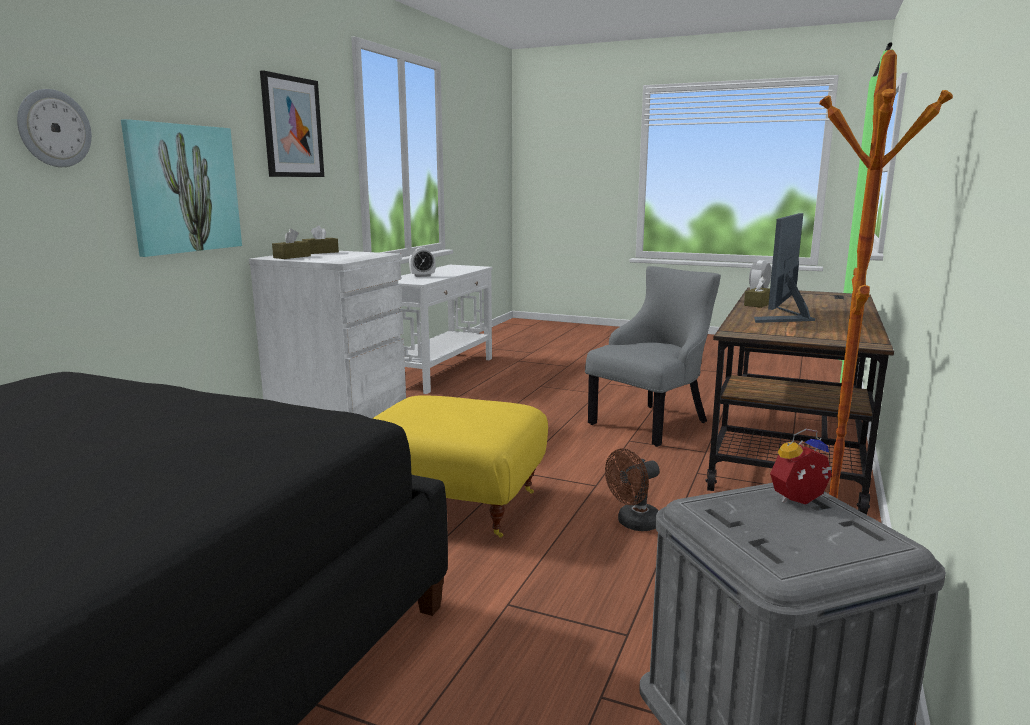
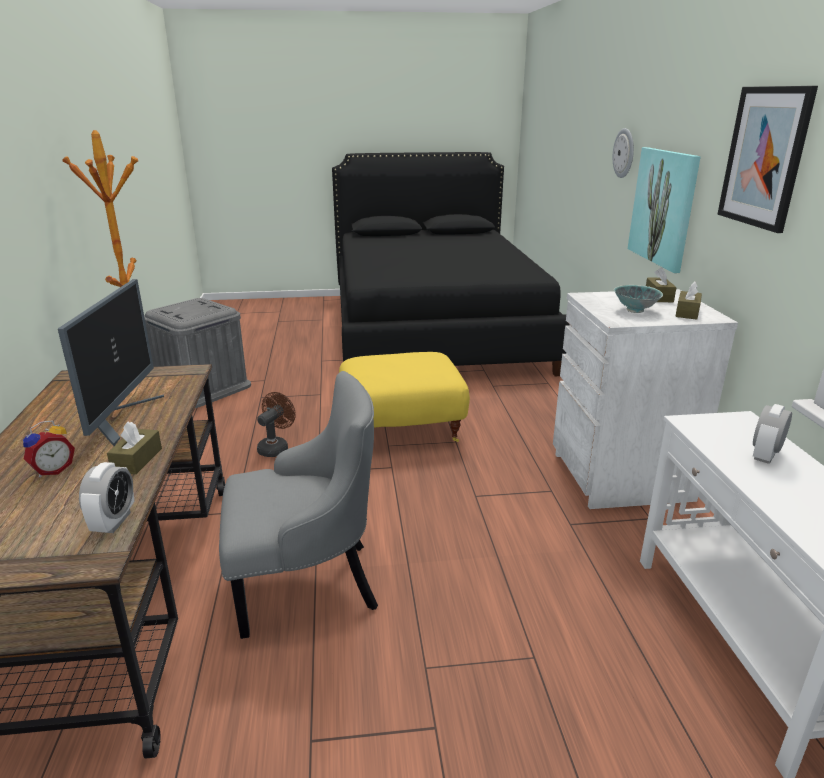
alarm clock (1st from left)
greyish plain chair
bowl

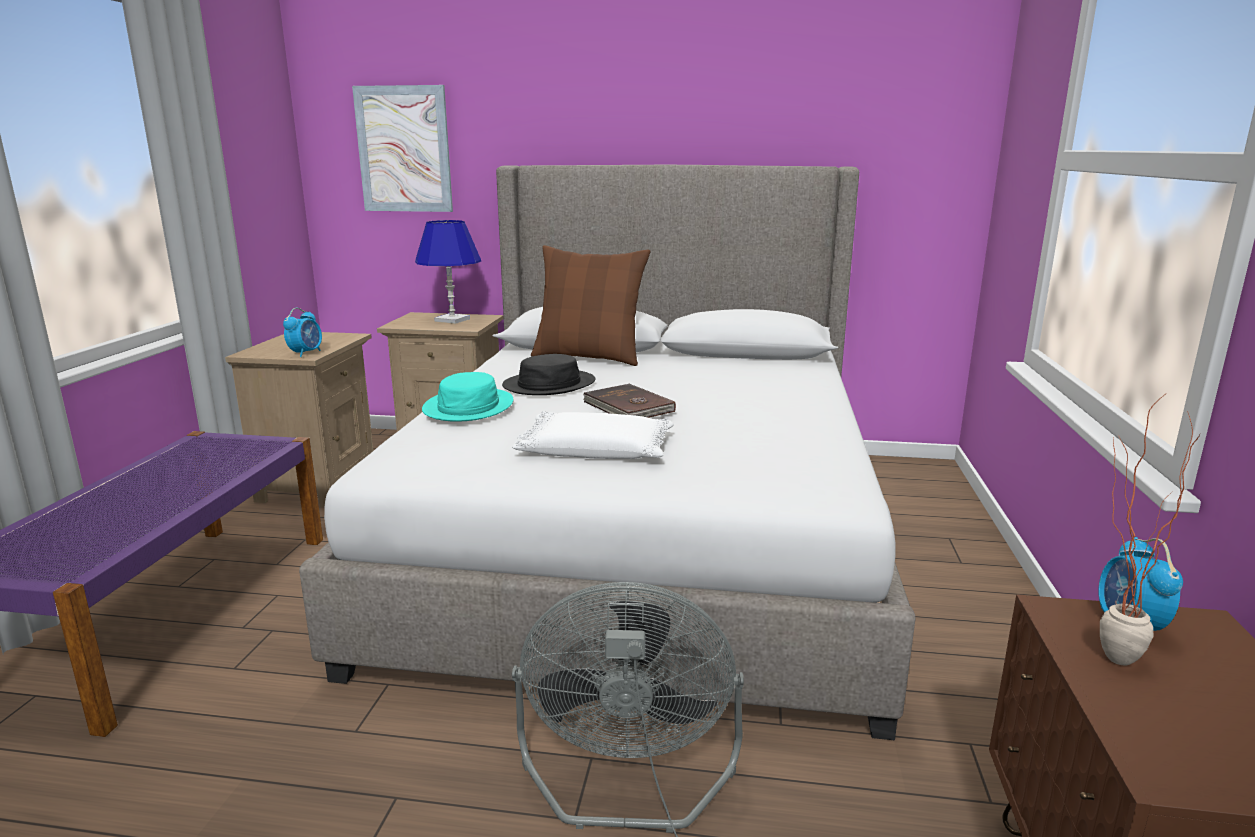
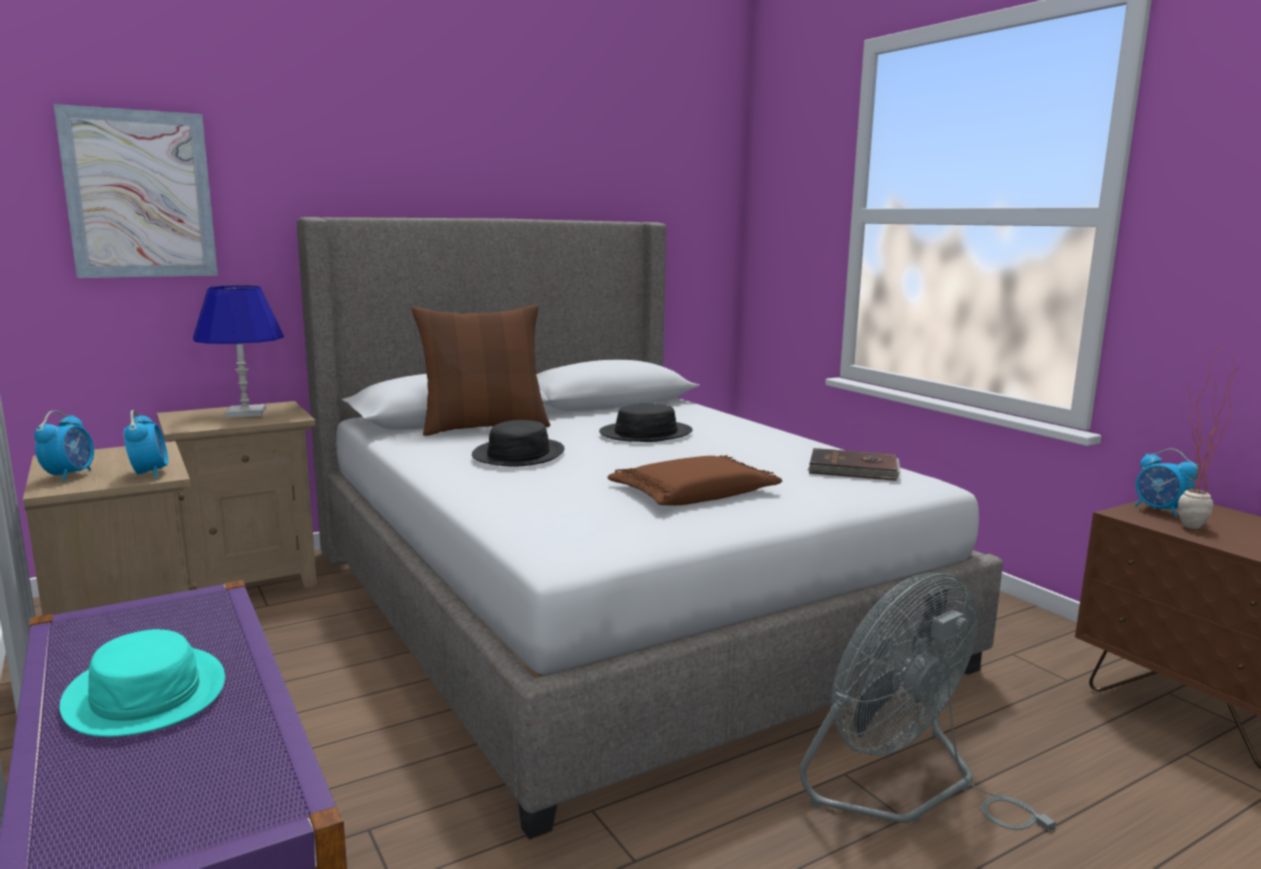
alarm clock (1st from left)
turquoise clothing hat
blackish clothing hat (2nd from left)
brown pillow (2nd from left)
brown book

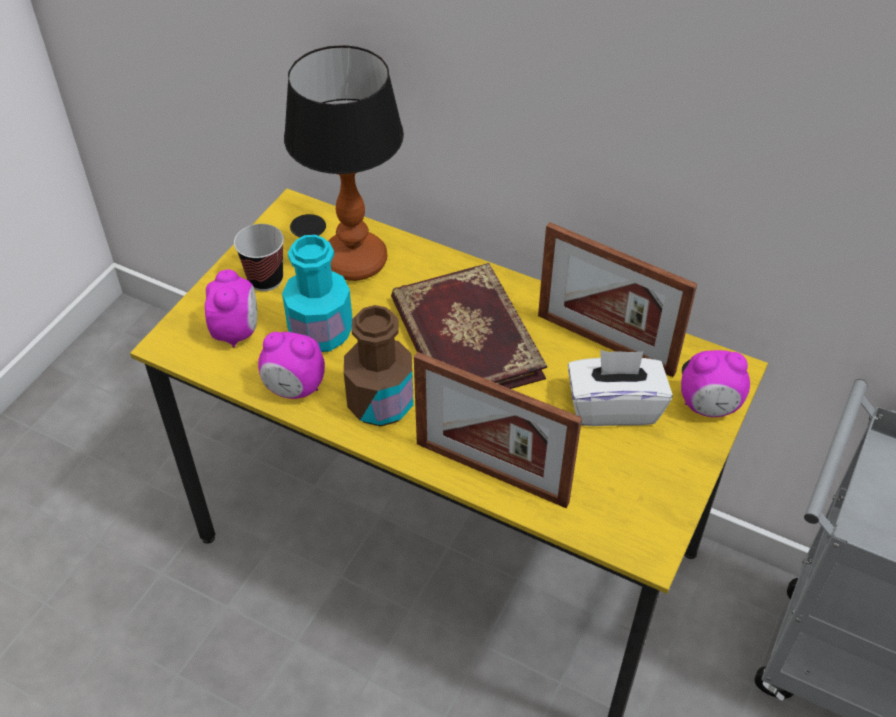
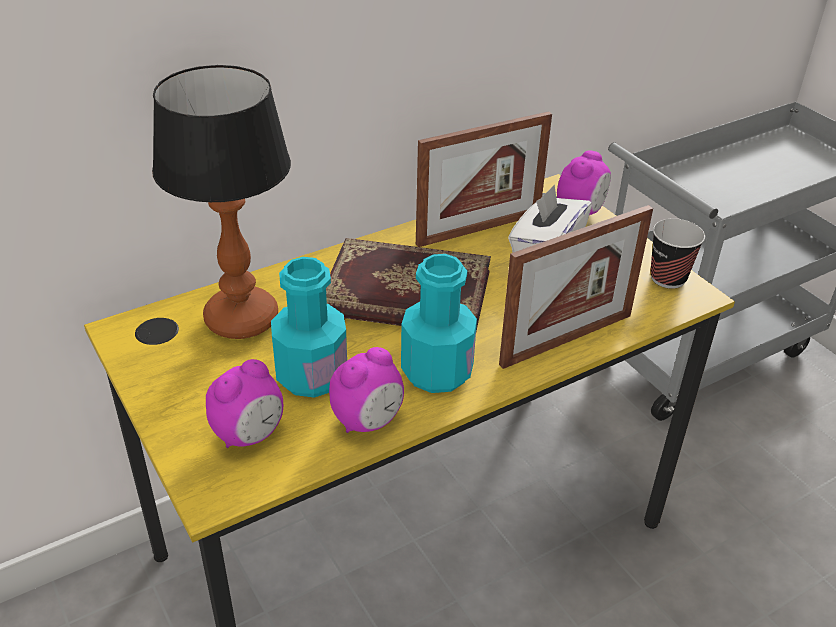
alarm clock (1st from left)
turquoise bottle (2nd from left)
small cup

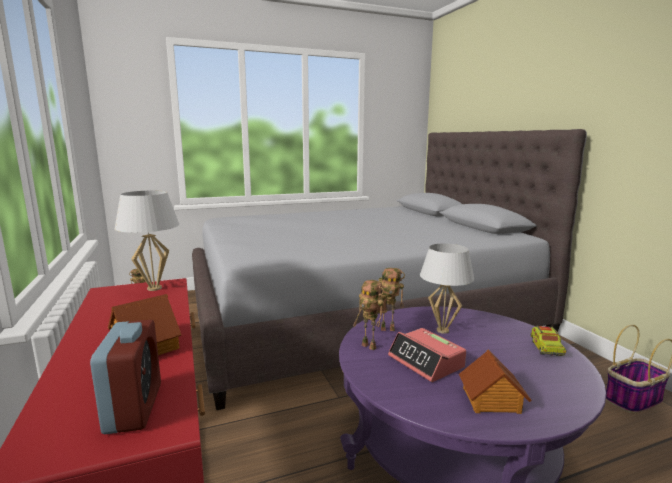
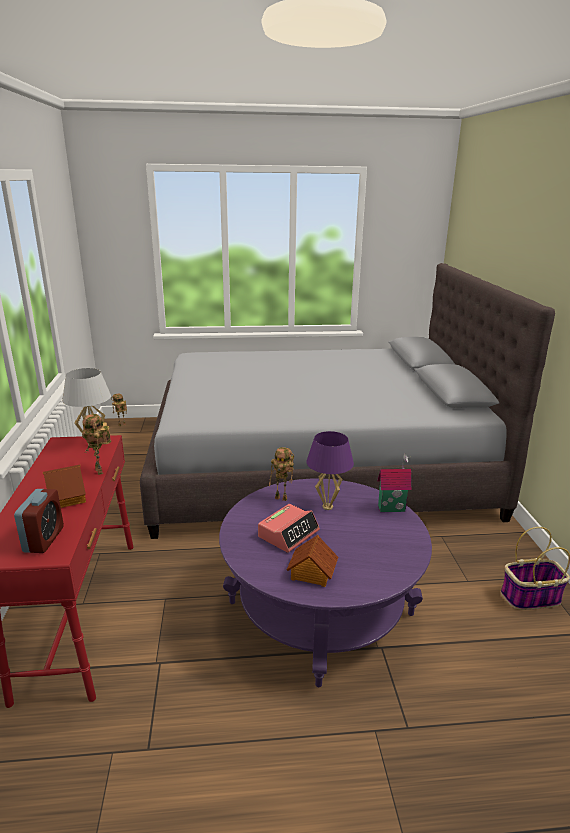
robot figure (1st from left)
alarm clock (2nd from left)
purple-coloured tabletop lamp
toy house (3rd from left)
toy lorry

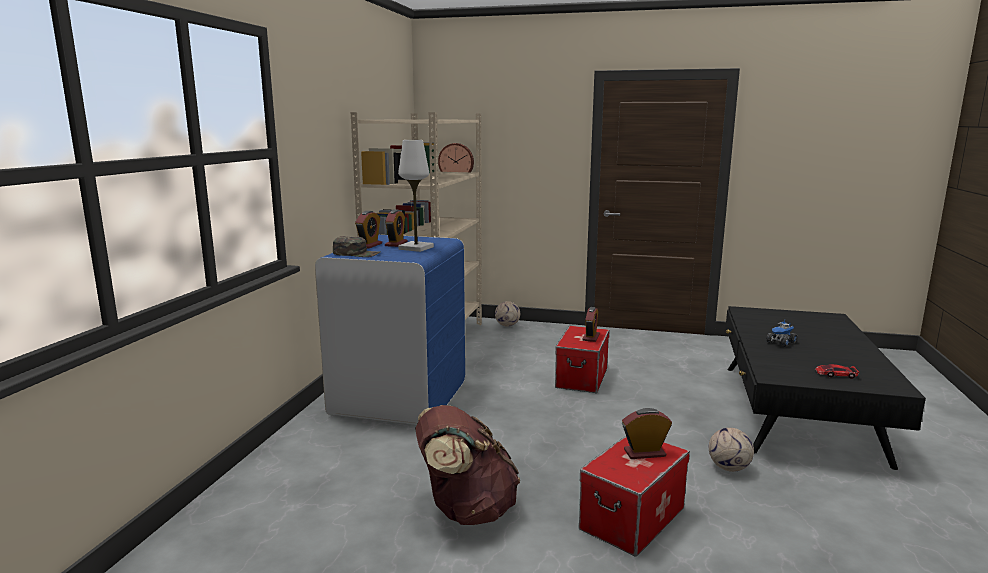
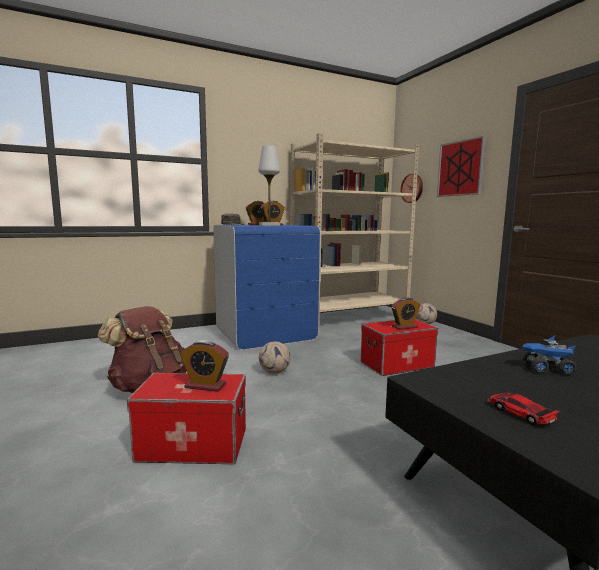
alarm clock (1st from left)
football (1st from left)
wall art

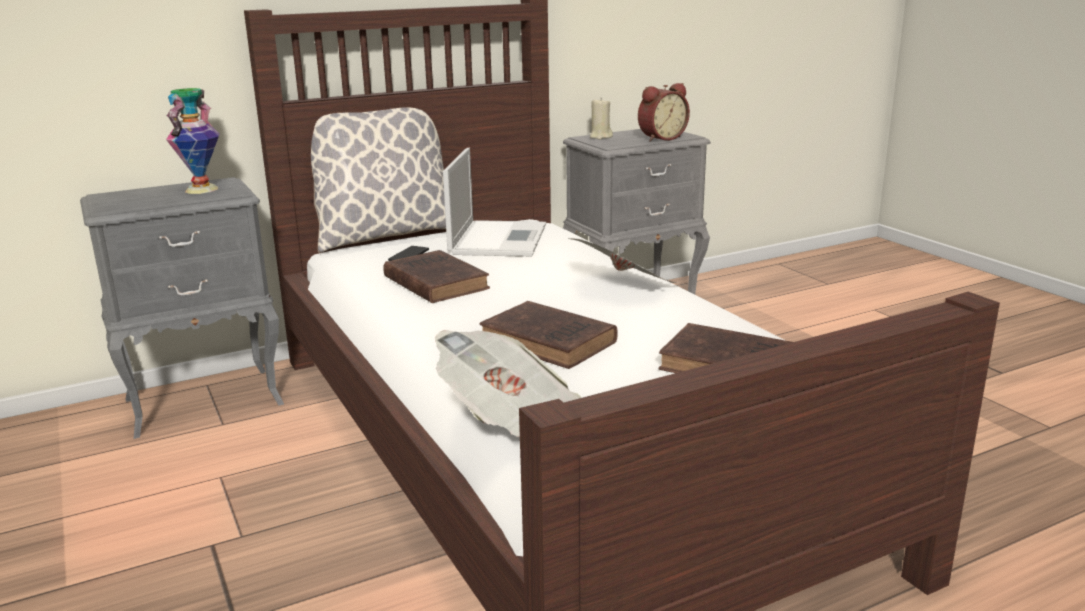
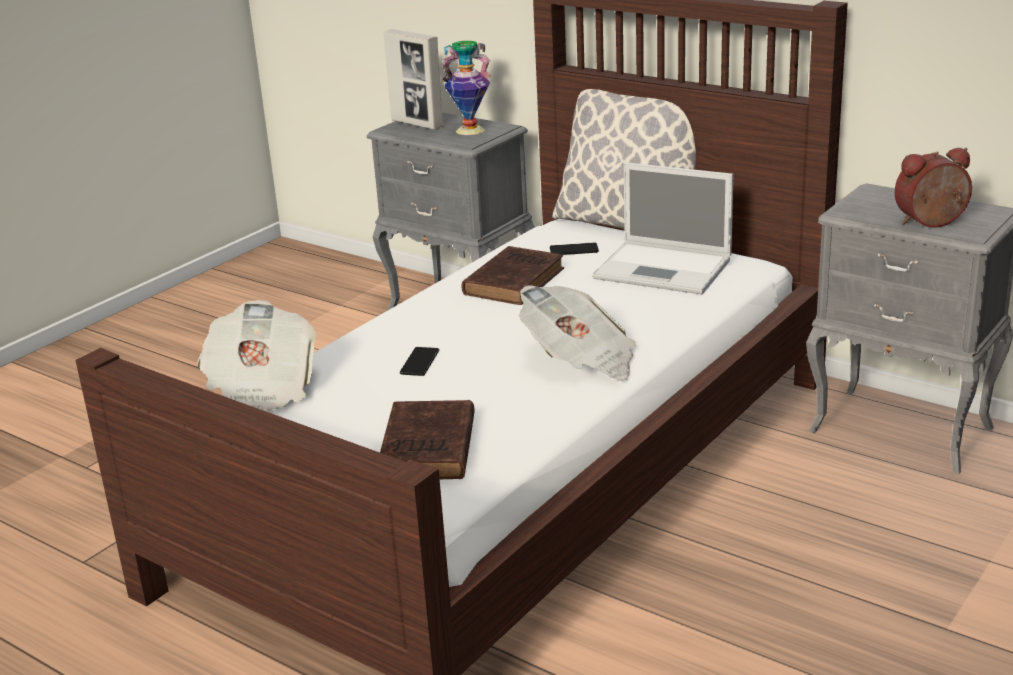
photo frame
handset (1st from left)
laptop
alarm clock
beige wax light

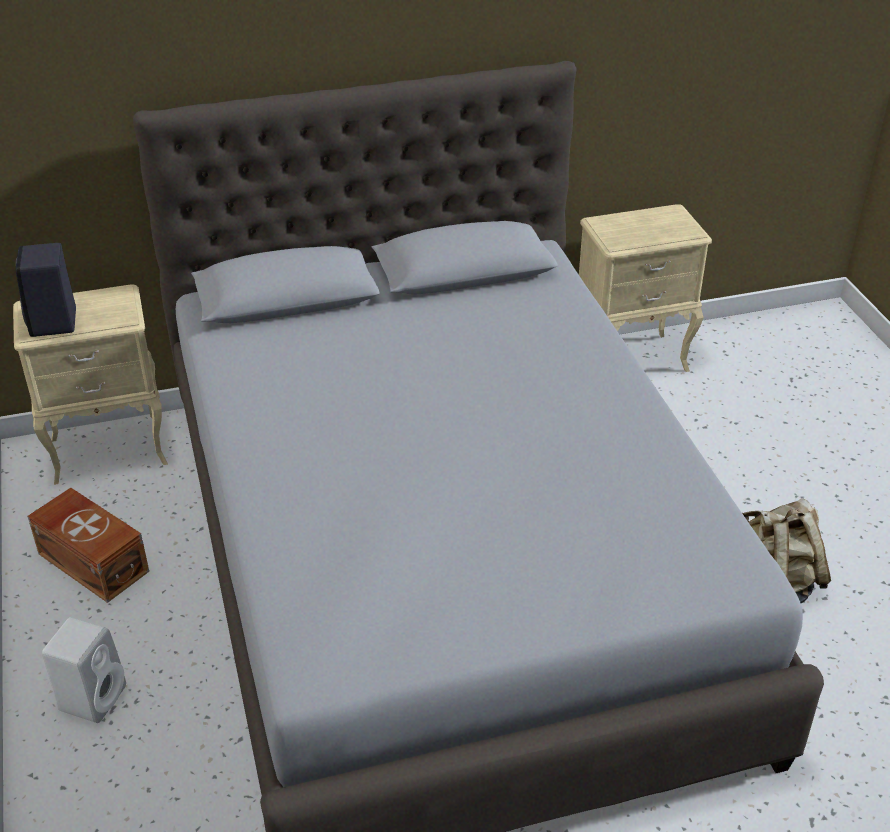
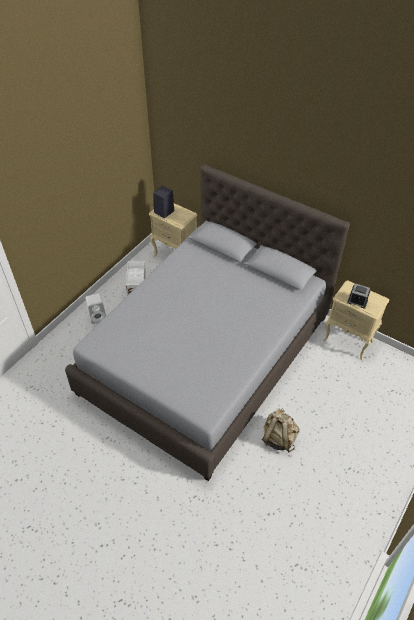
white-coloured storage container
alarm clock

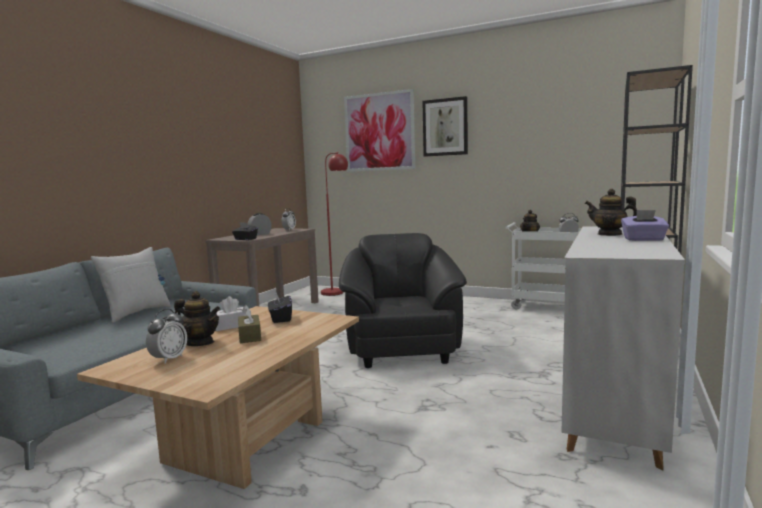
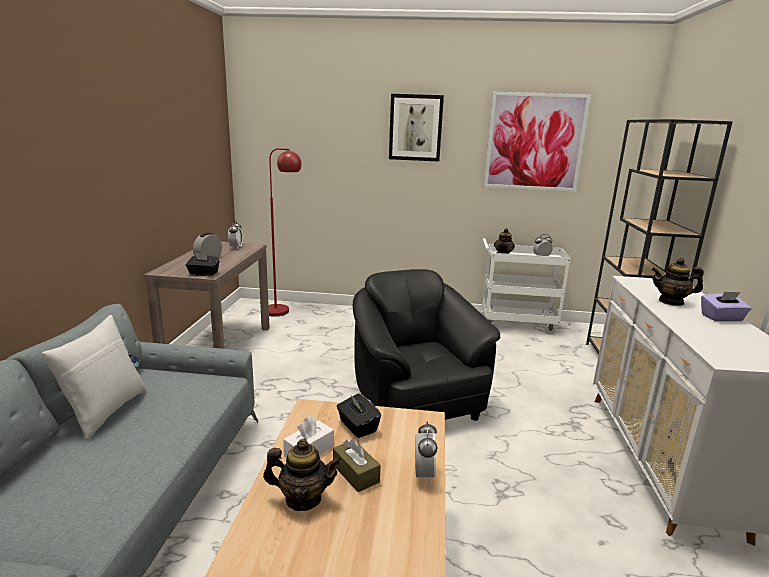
alarm clock (3rd from left)
wall art (2nd from left)

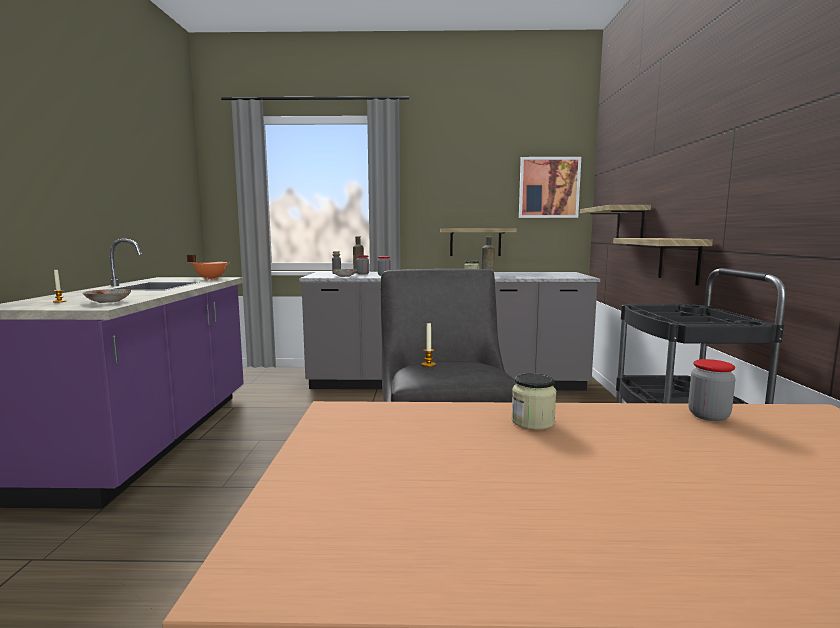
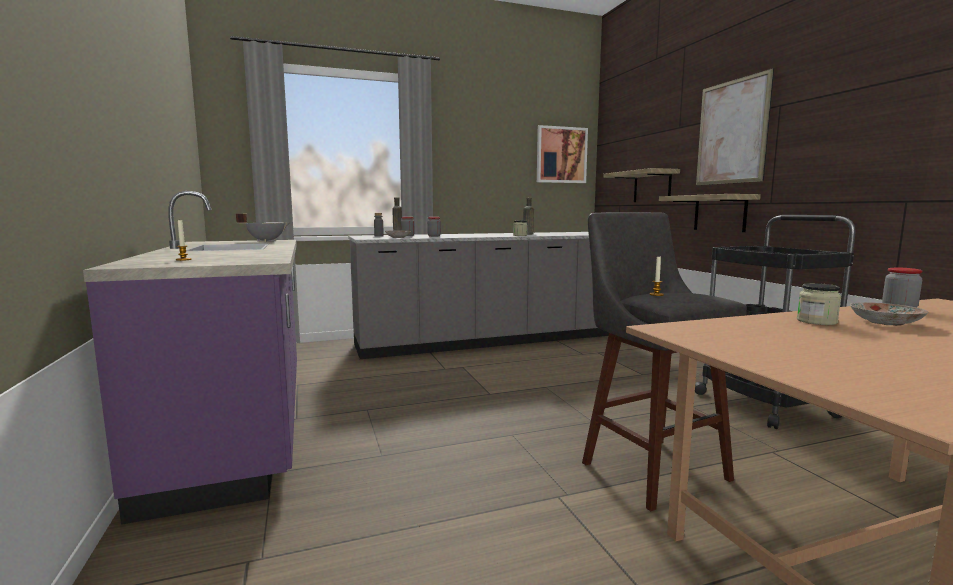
greyish stockpot
wall art (2nd from left)
flat dish (2nd from left)
wall shelf (1st from left in the first image)

